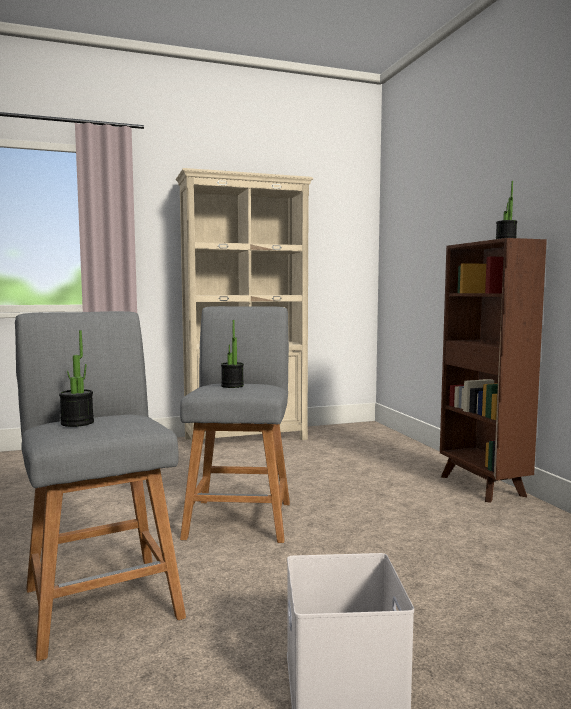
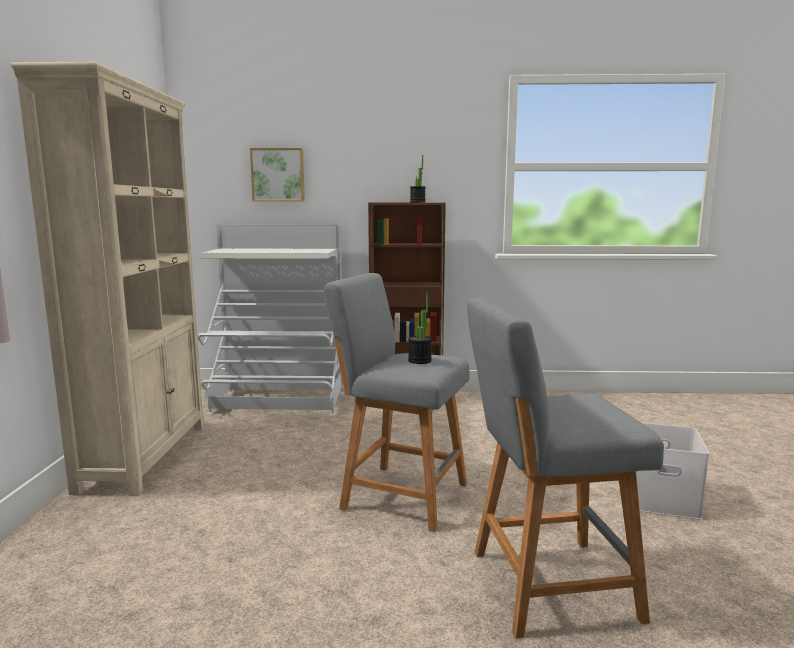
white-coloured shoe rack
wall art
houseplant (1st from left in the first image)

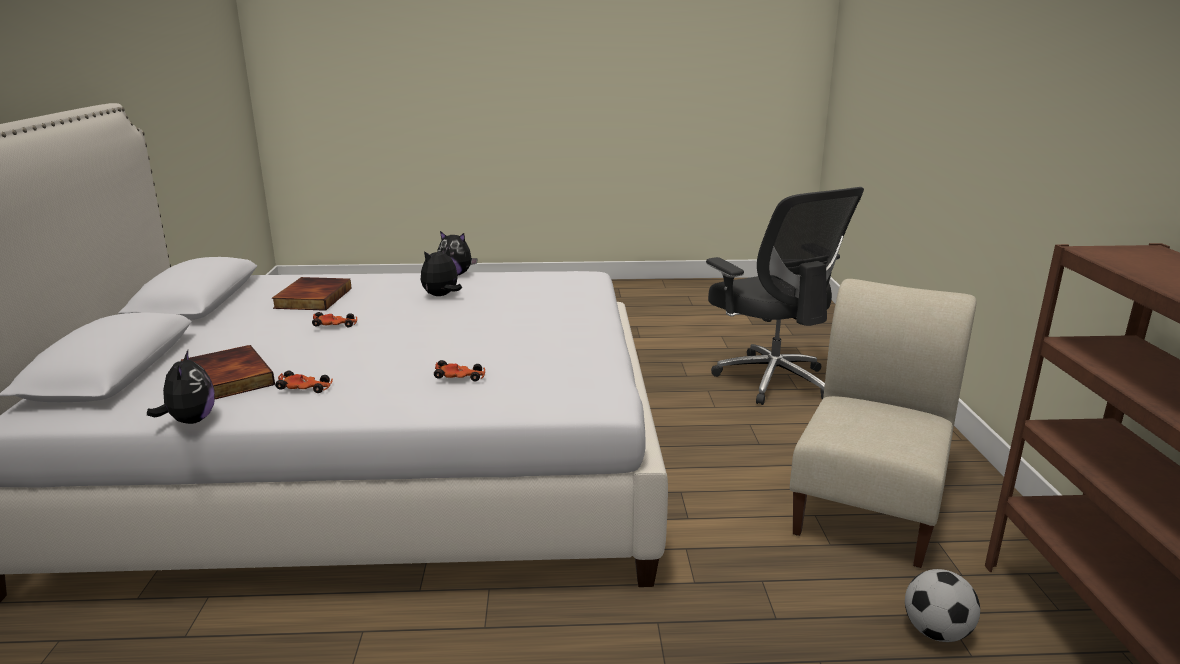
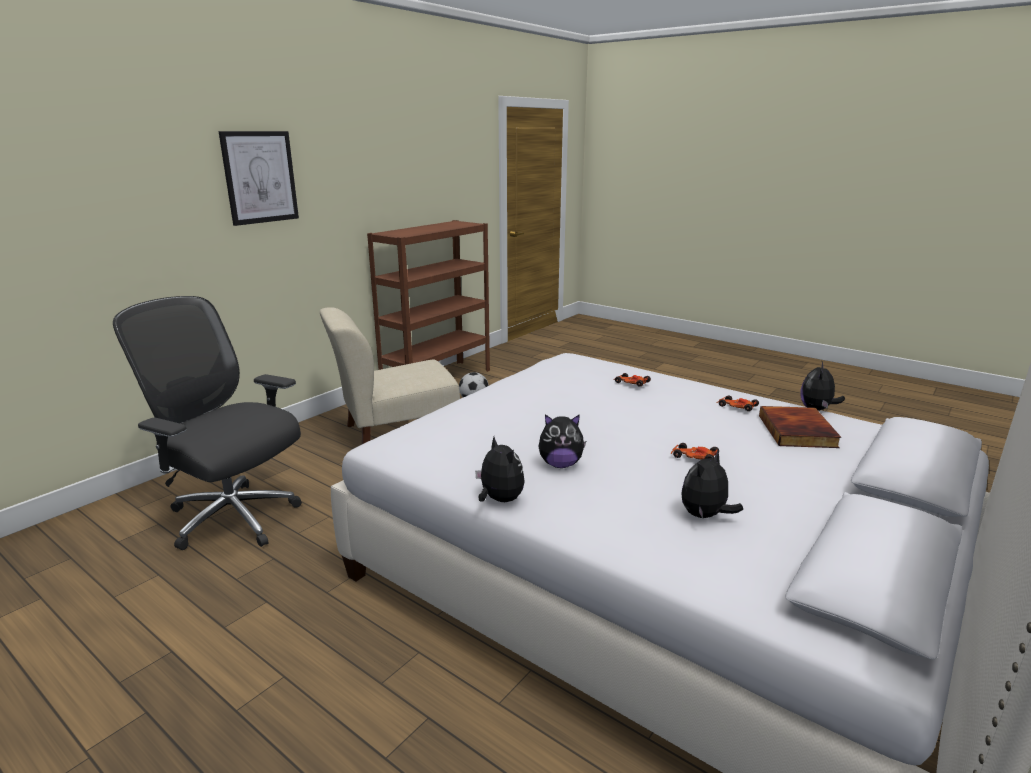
computer chair
wall art
plush toy (3rd from left)

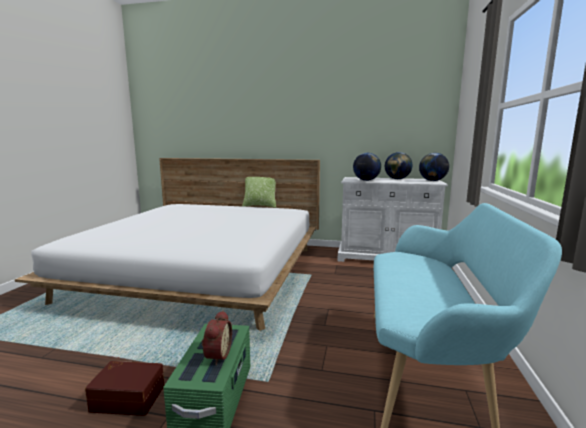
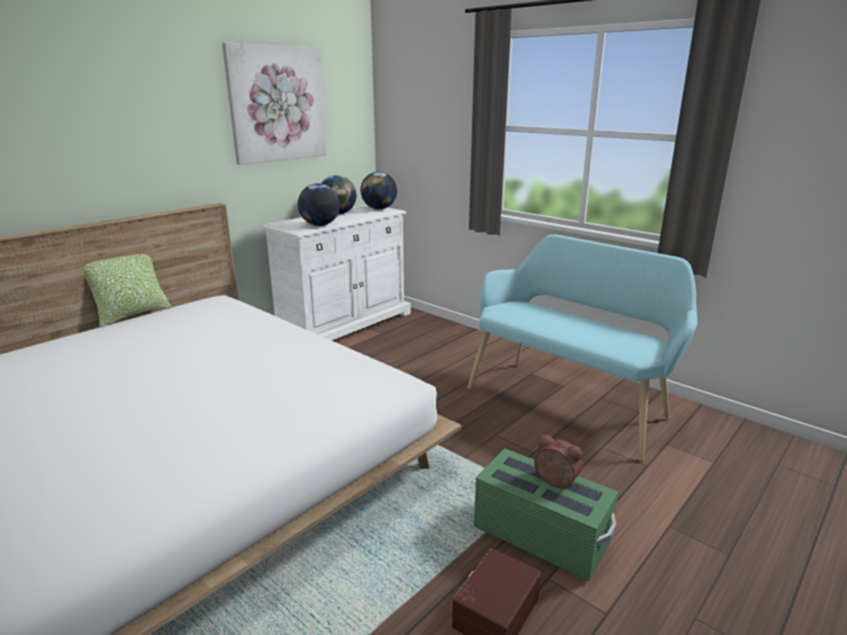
wall art

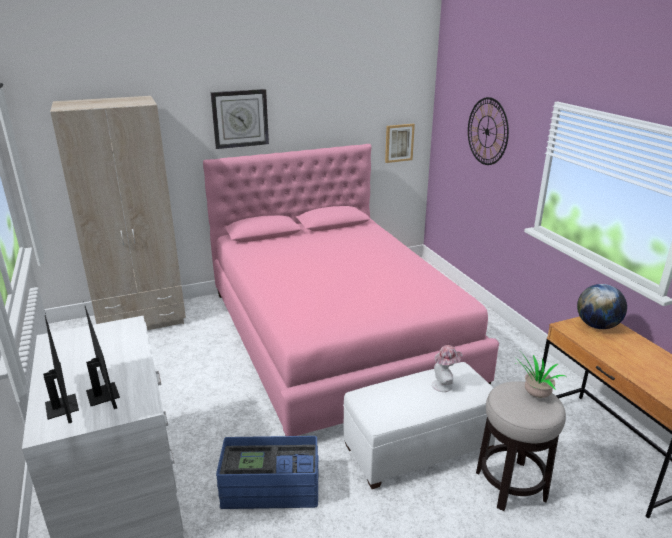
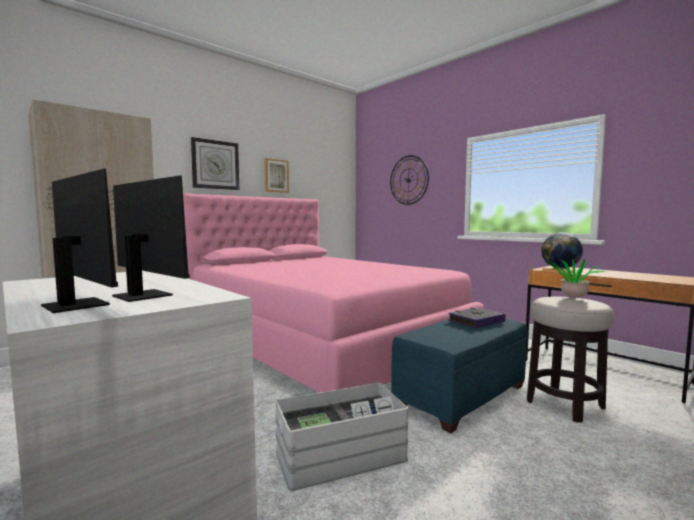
wall art
greyish storage container
blue footrest
book

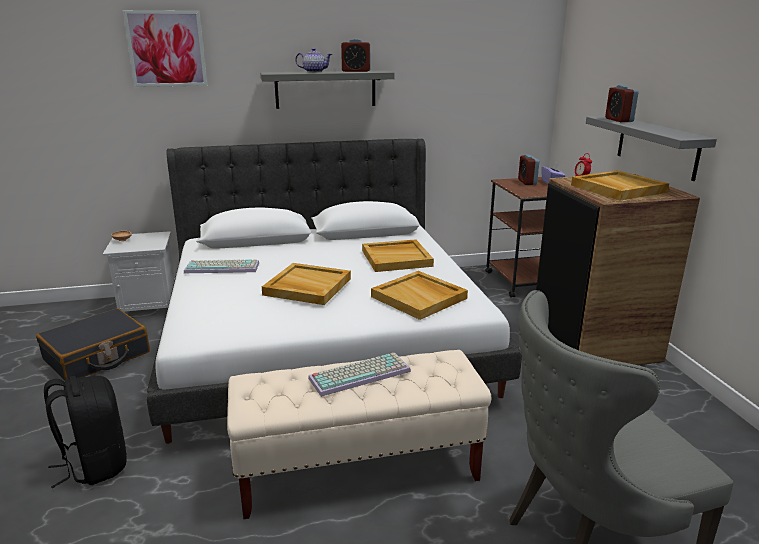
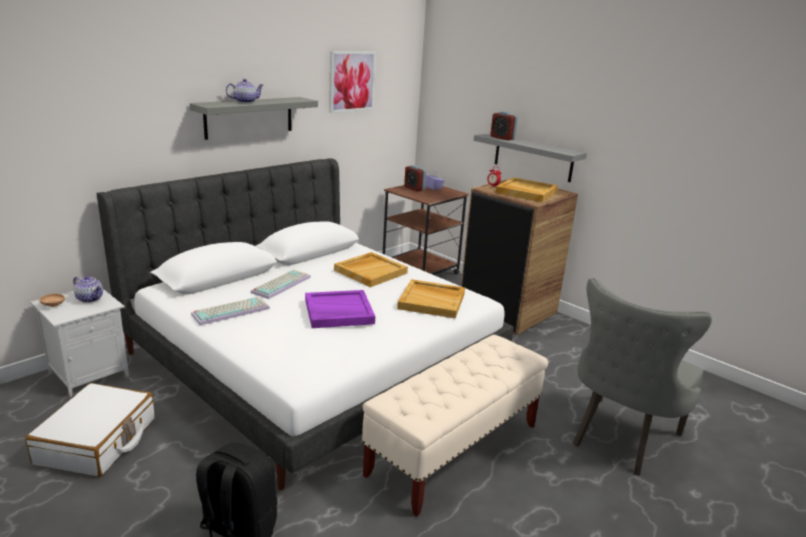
white-coloured piece of luggage
teapot (1st from left)
PC keyboard (2nd from left)
purple-coloured carrying tray
wall art
alarm clock (1st from left in the first image)

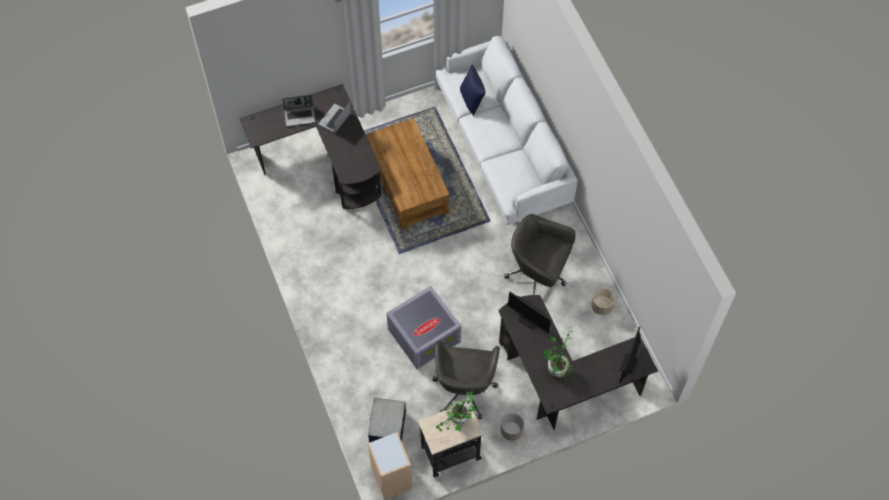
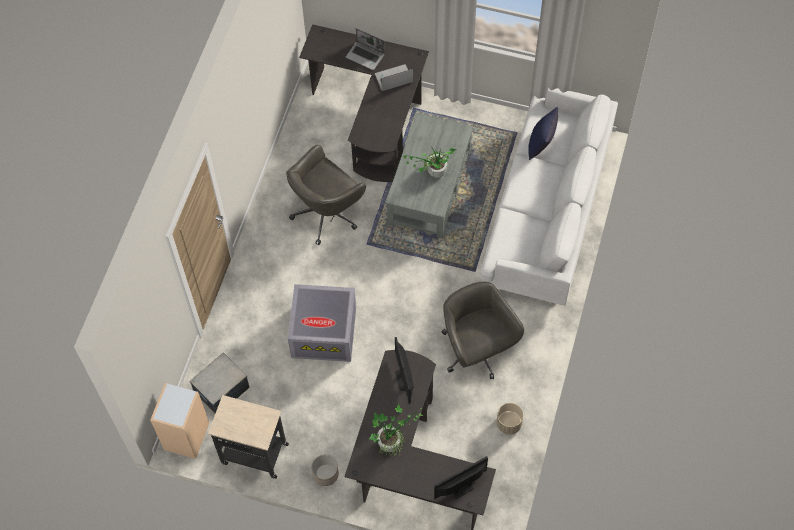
greyish computer chair (1st from left)
greyish lounge table
houseplant (2nd from left)

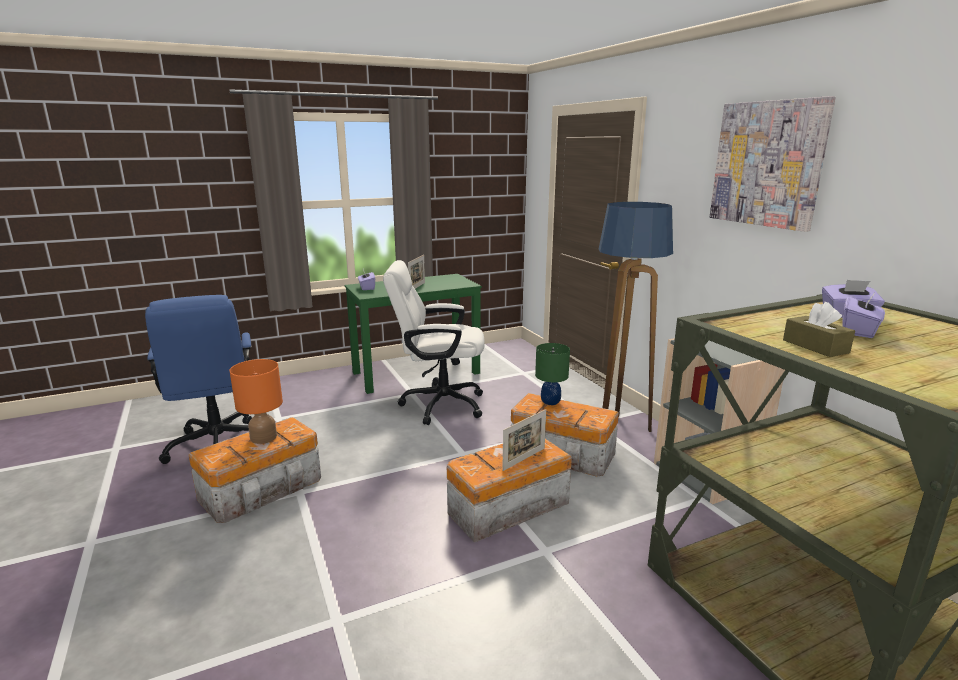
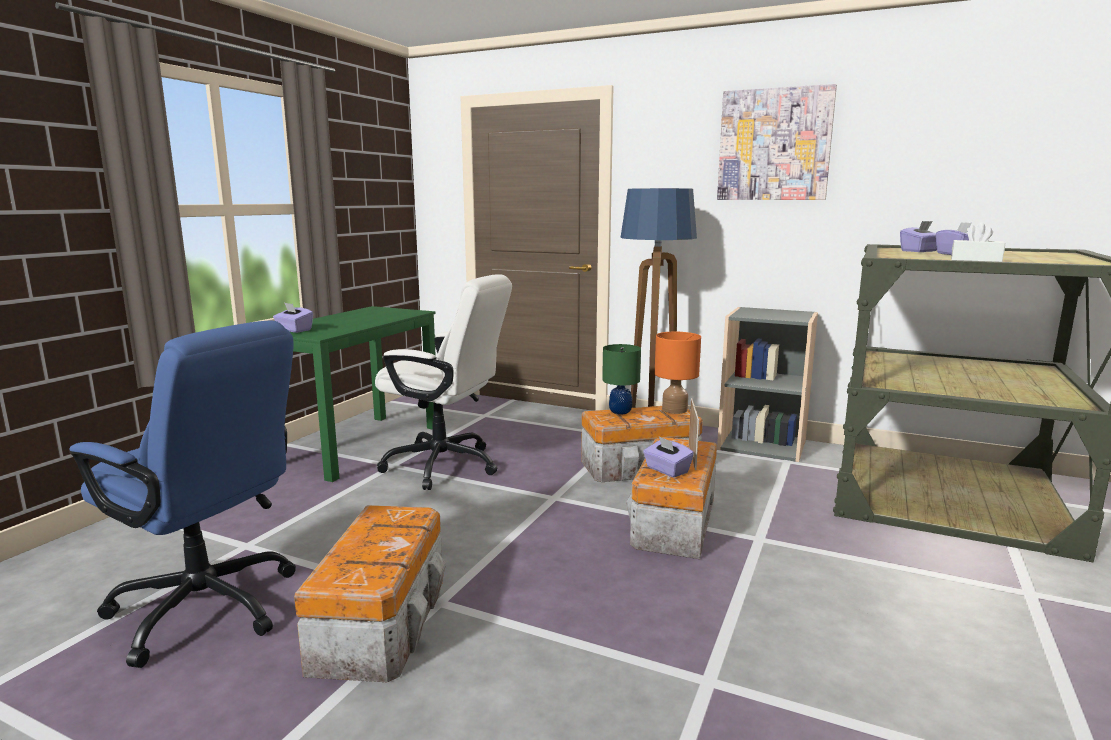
white-coloured computer chair
purple-coloured tissue box (2nd from left)
orangey tabletop lamp
white-coloured tissue box
photo frame (1st from left in the first image)

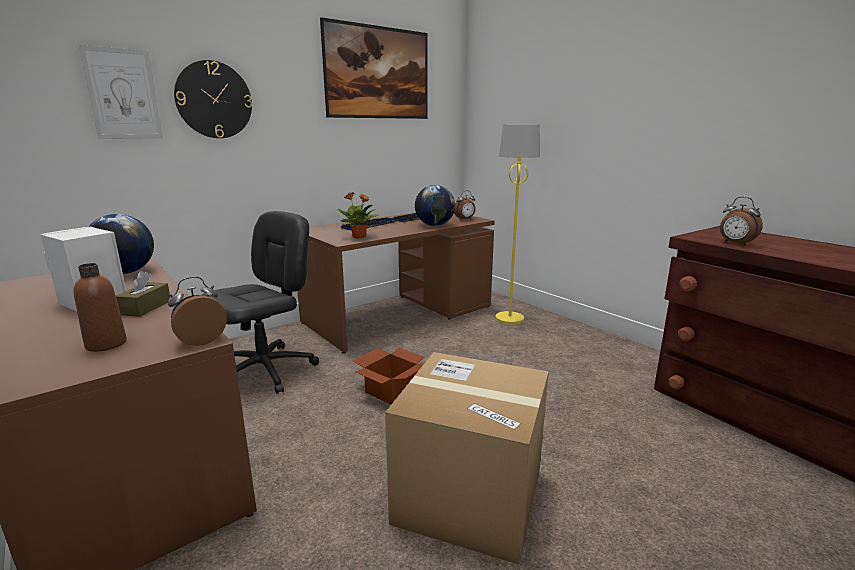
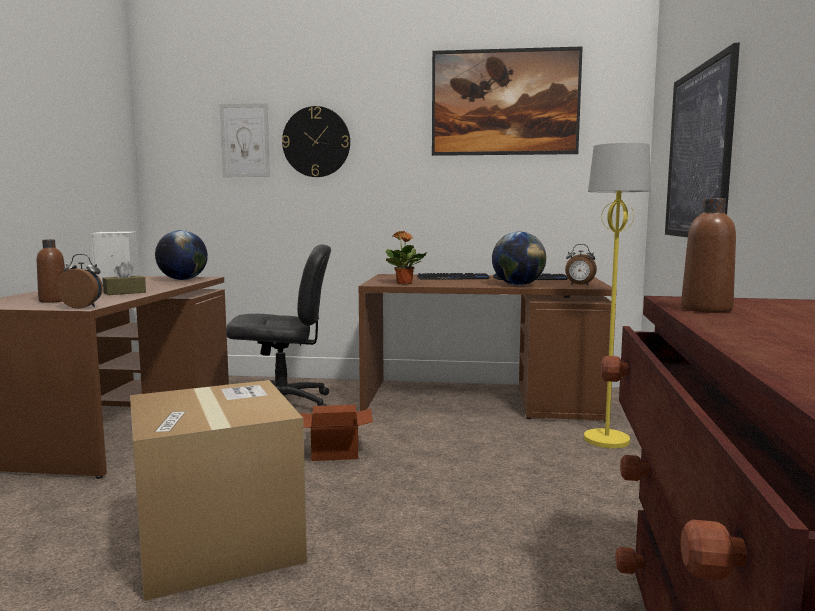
wall art (3rd from left)
brown bottle (2nd from left)

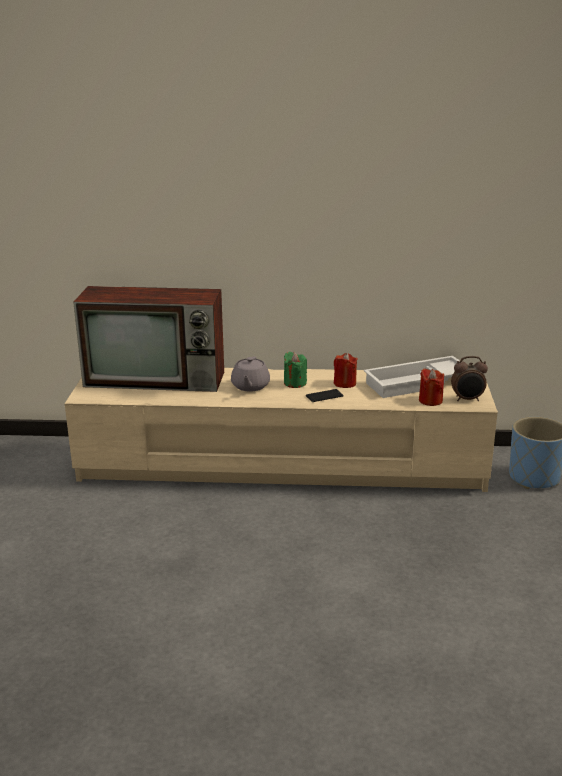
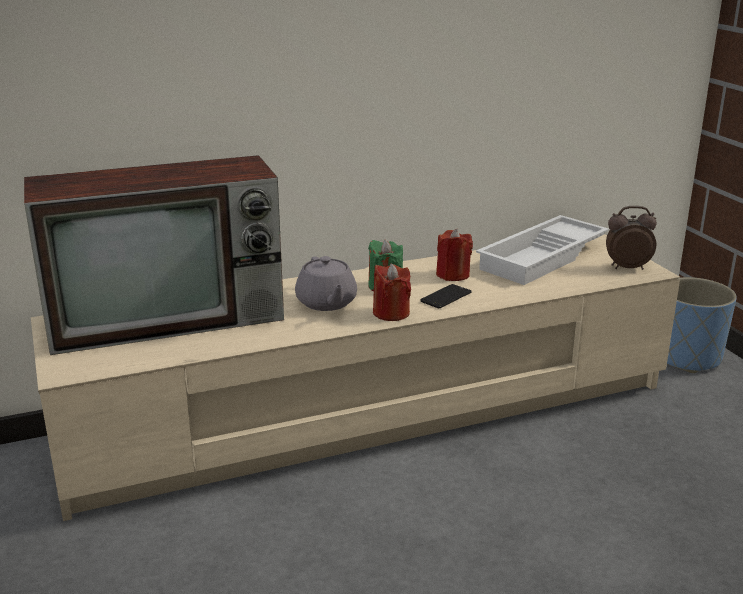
red wax light (1st from left)
alarm clock

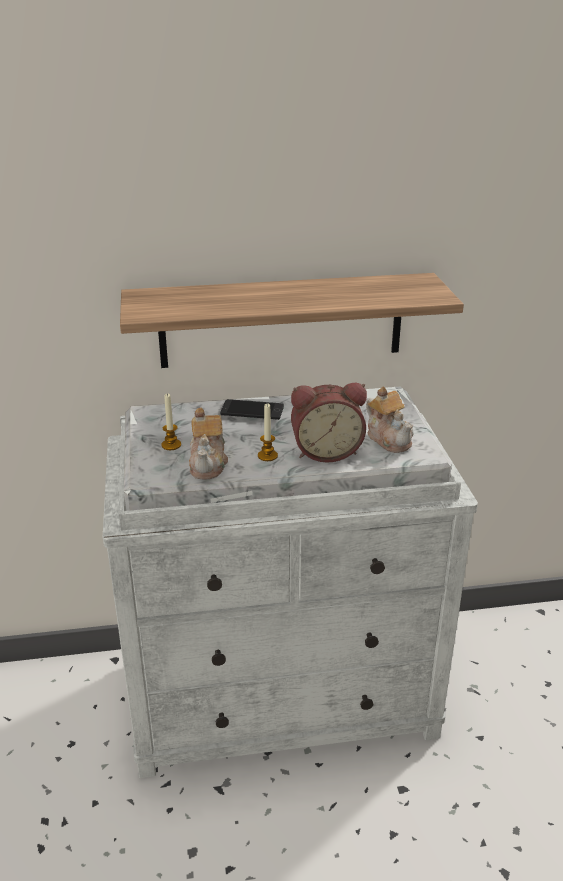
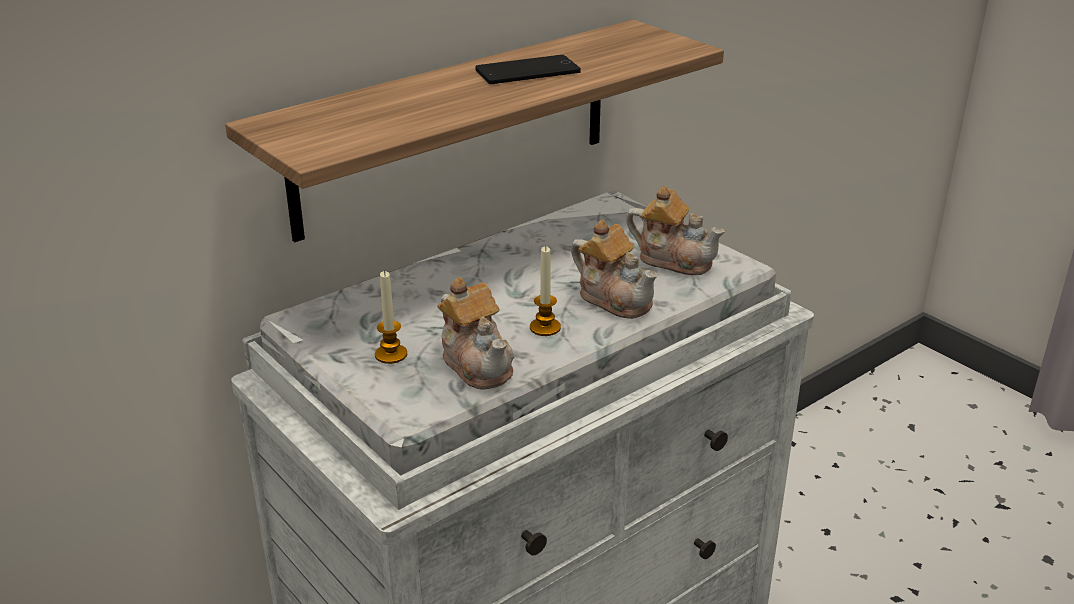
handset
teapot (2nd from left)

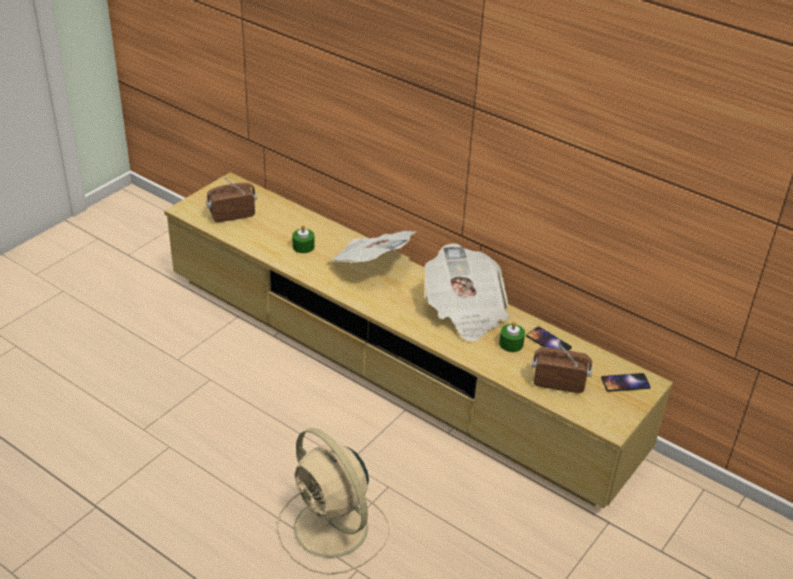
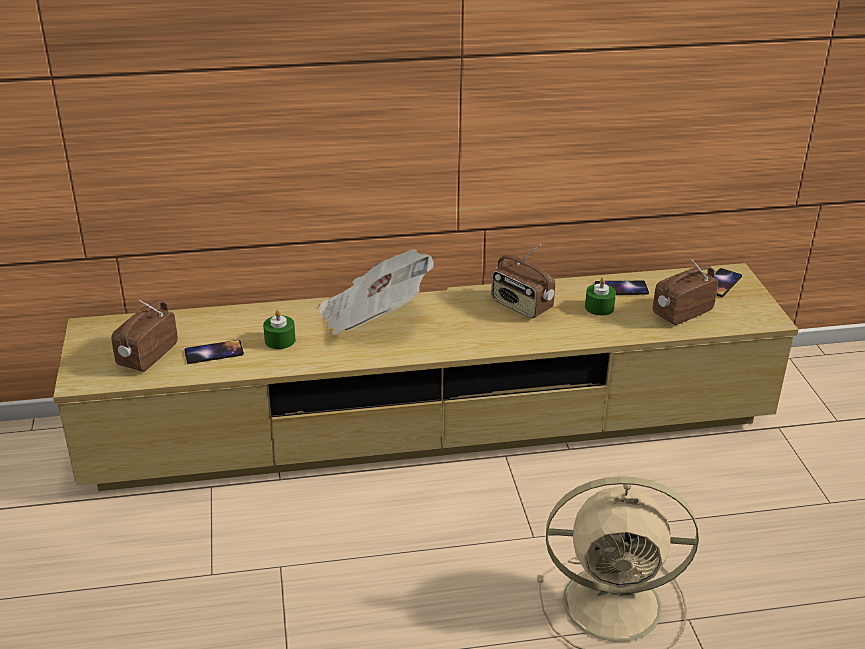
handset (1st from left)
radio receiver (2nd from left)

